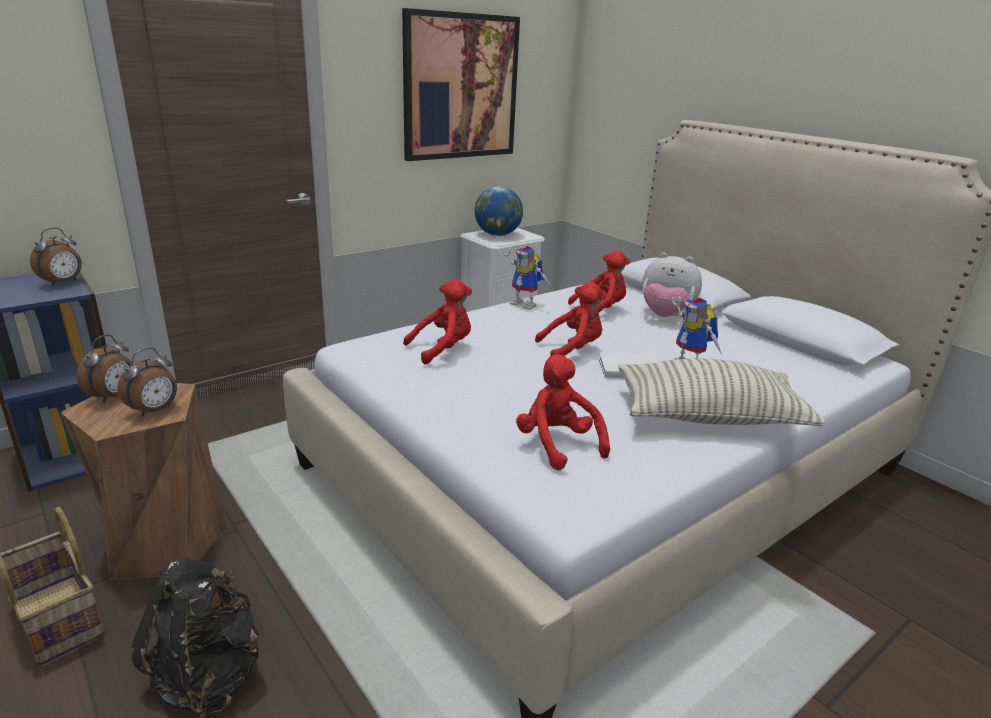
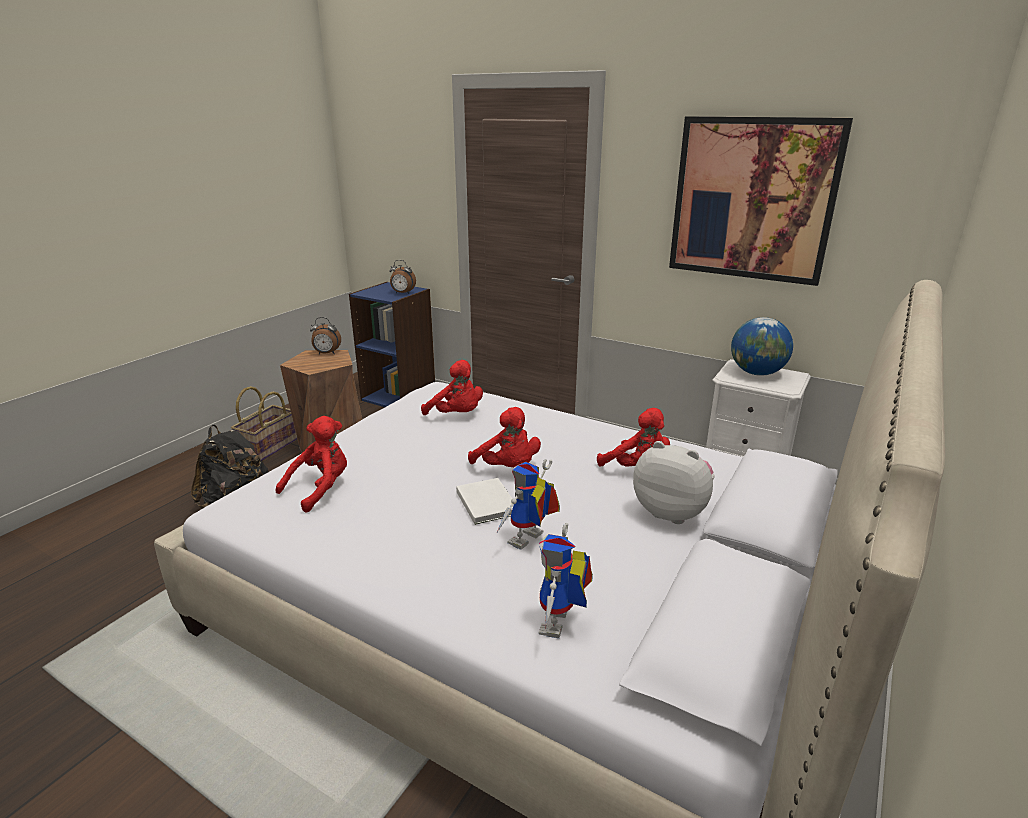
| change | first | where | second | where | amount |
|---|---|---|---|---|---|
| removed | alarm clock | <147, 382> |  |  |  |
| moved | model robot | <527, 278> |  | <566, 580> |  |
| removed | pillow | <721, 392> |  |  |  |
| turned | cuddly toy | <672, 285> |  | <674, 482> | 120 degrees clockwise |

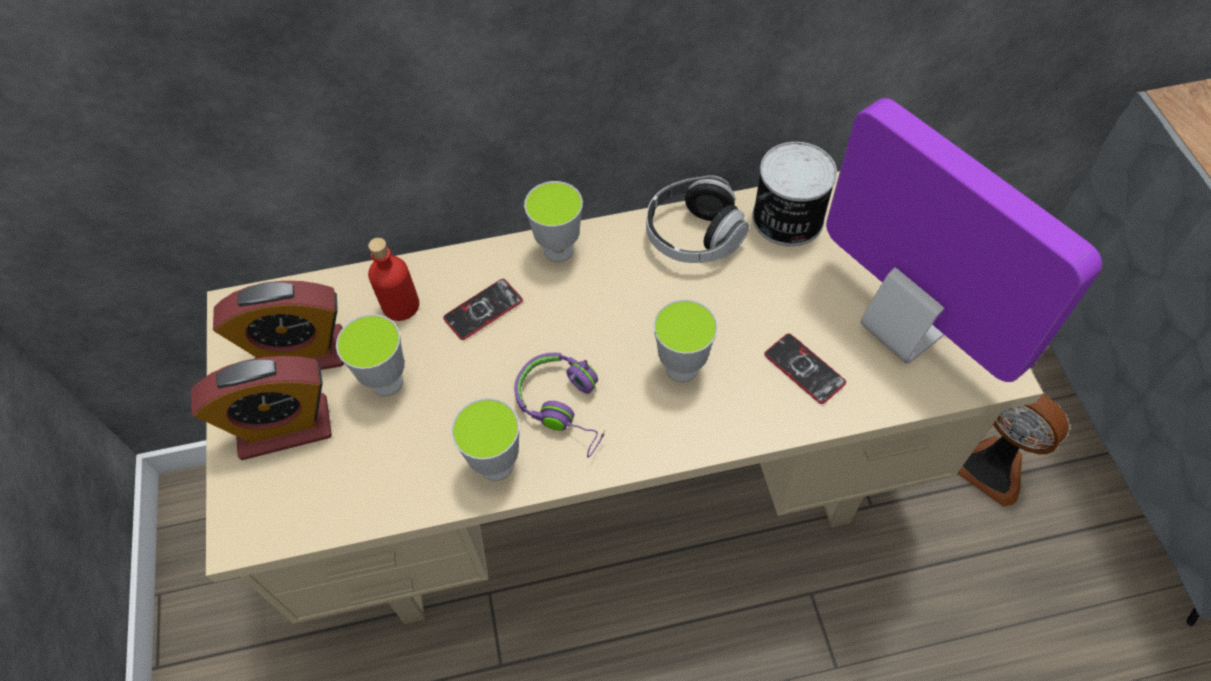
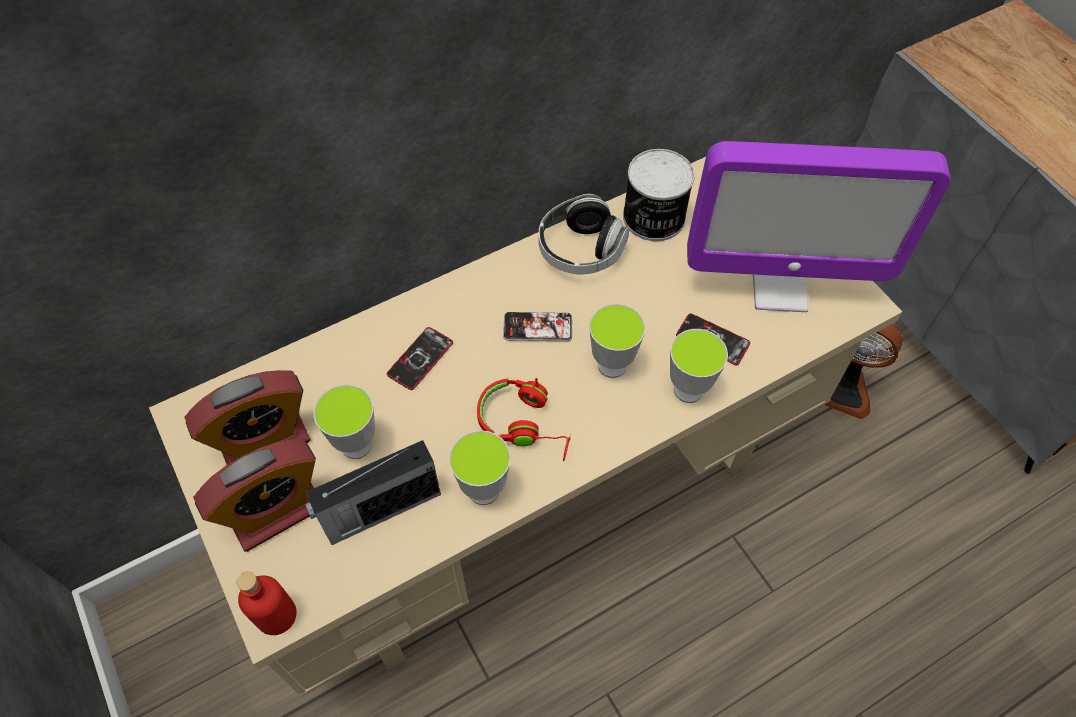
| change | first | where | second | where | amount |
|---|---|---|---|---|---|
| moved | drink bottle in red | <393, 279> |  | <266, 603> |  |
| recoloured | headset in purplish | <560, 405> | headset in red | <524, 419> |  |
| moved | drinking cup | <553, 221> |  | <699, 366> |  |
| turned | computer display | <964, 240> |  | <819, 226> | 150 degrees clockwise |
| added |  |  | radio receiver | <373, 492> |  |
| added |  |  | phone | <537, 326> |  |

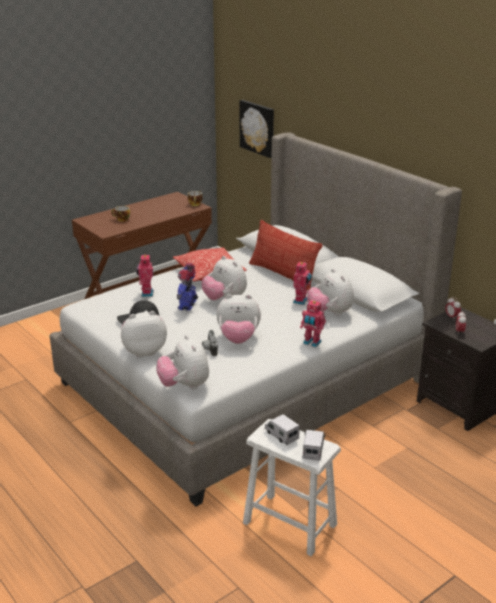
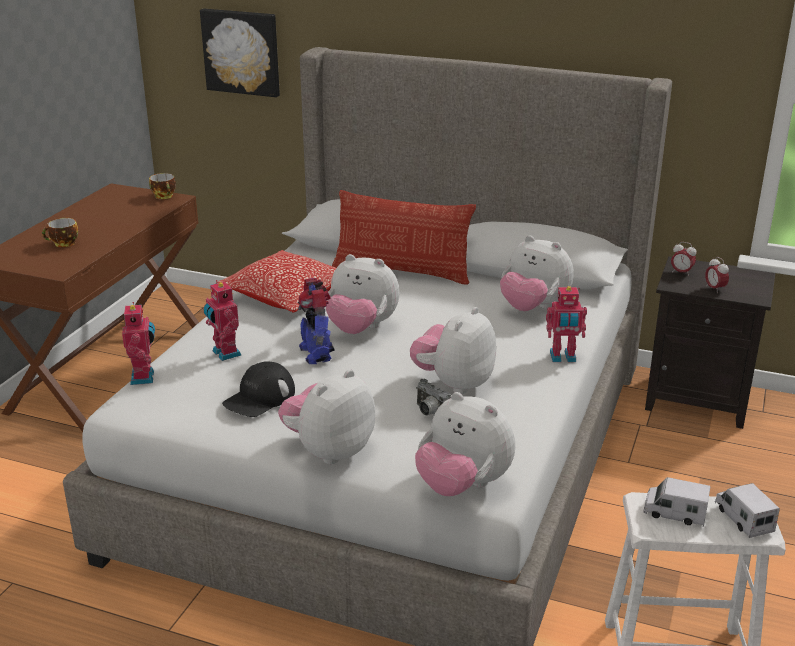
| change | first | where | second | where | amount |
|---|---|---|---|---|---|
| turned | cuddly toy | <238, 319> |  | <453, 350> | 150 degrees clockwise |
| moved | model robot | <302, 283> |  | <138, 343> |  |

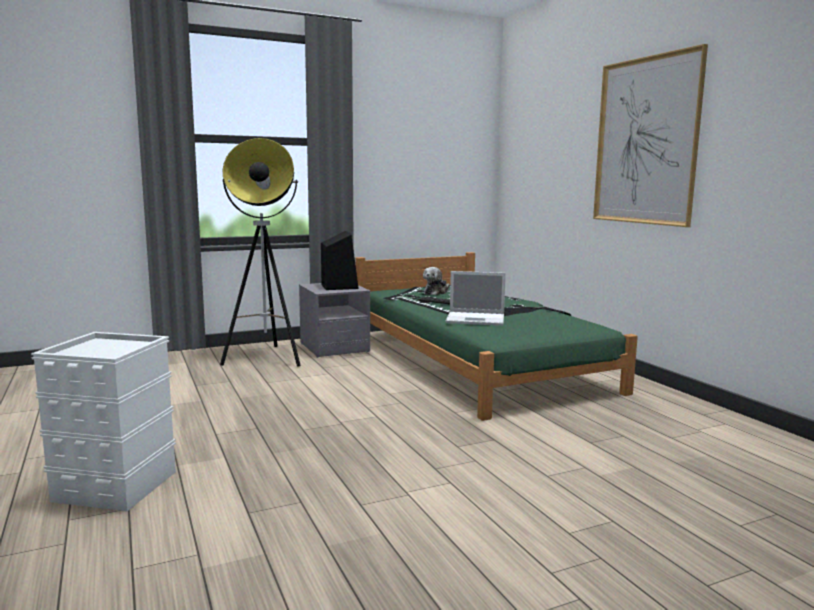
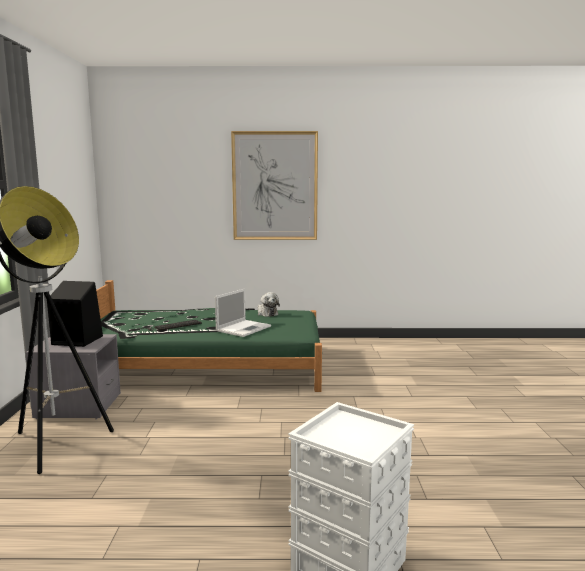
| change | first | where | second | where | amount |
|---|---|---|---|---|---|
| moved | cuddly toy | <436, 281> |  | <269, 304> |  |

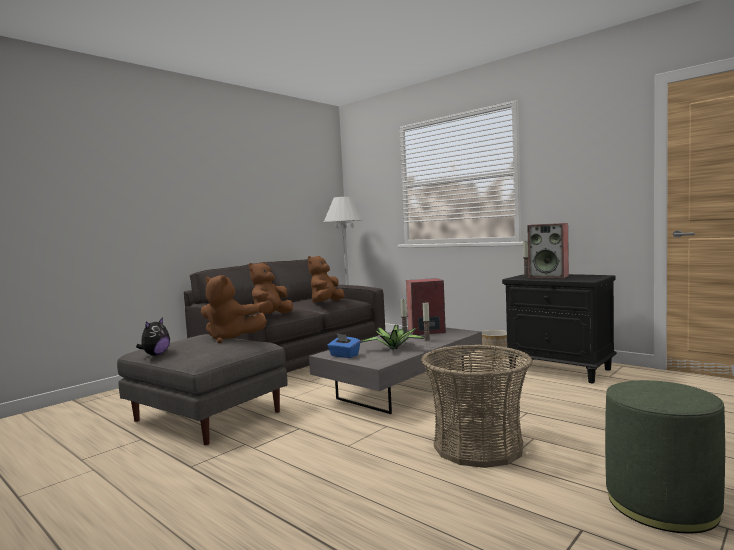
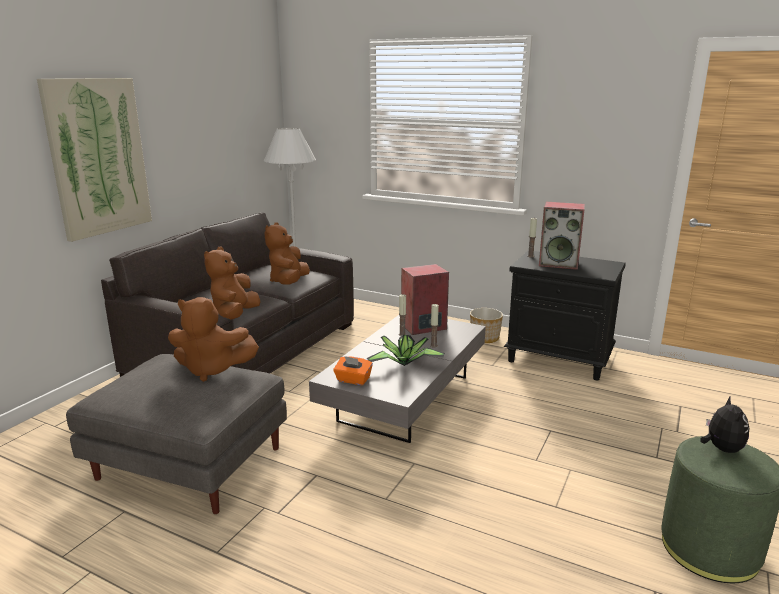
| change | first | where | second | where | amount |
|---|---|---|---|---|---|
| moved | cuddly toy | <153, 336> |  | <724, 425> |  |
| recoloured | box of tissues in bluish | <344, 346> | box of tissues in orangey | <353, 370> |  |
| removed | household basket | <477, 406> |  |  |  |
| added |  |  | wall art | <94, 160> |  |

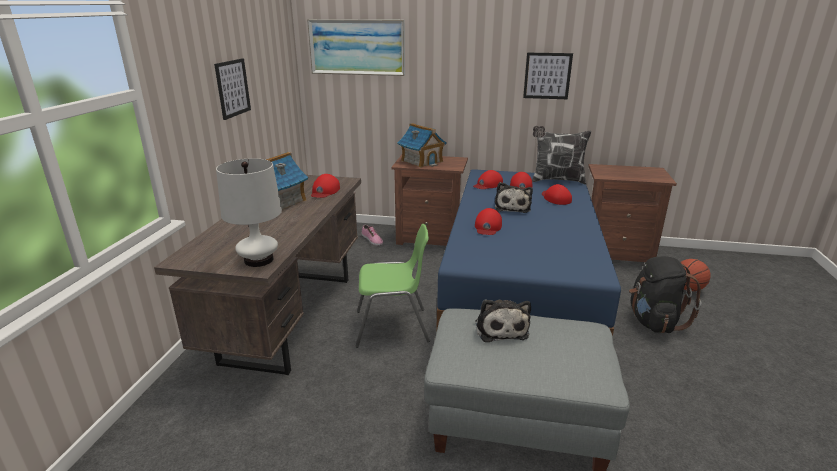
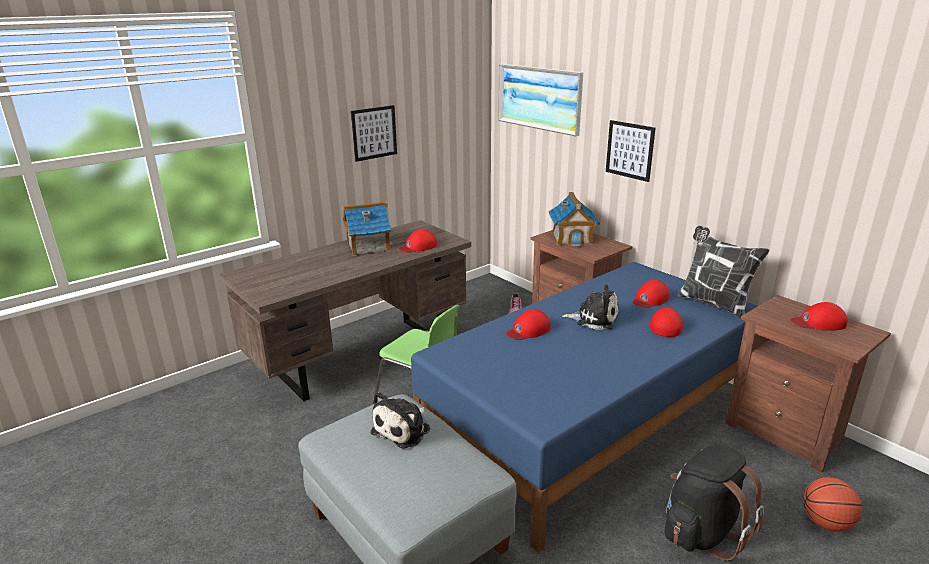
| change | first | where | second | where | amount |
|---|---|---|---|---|---|
| removed | tabletop lamp in white-coloured | <249, 212> |  |  |  |
| moved | cap in red | <488, 179> |  | <818, 316> |  |
| turned | cuddly toy | <514, 197> |  | <590, 307> | 120 degrees counterclockwise |
| moved | wall art | <548, 76> |  | <630, 151> |  |

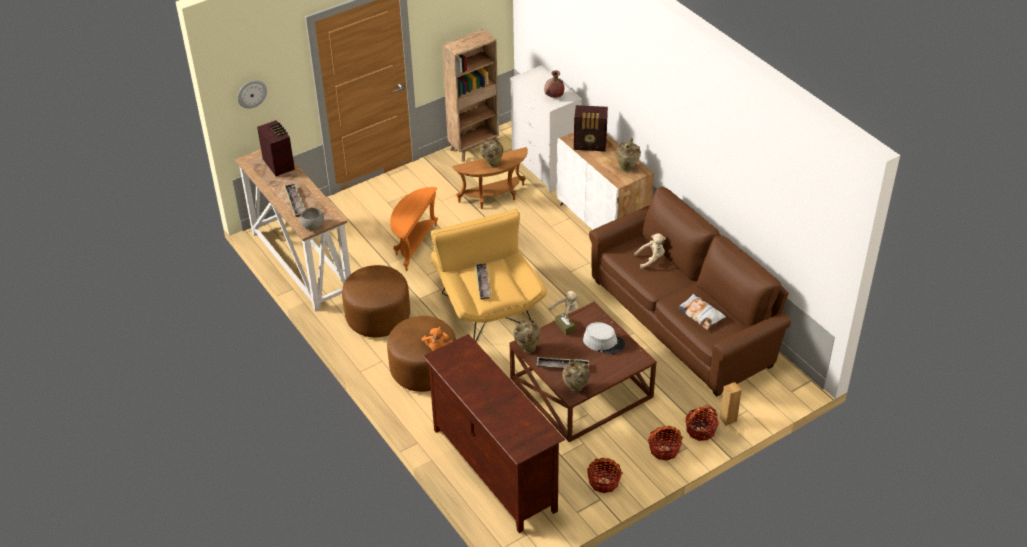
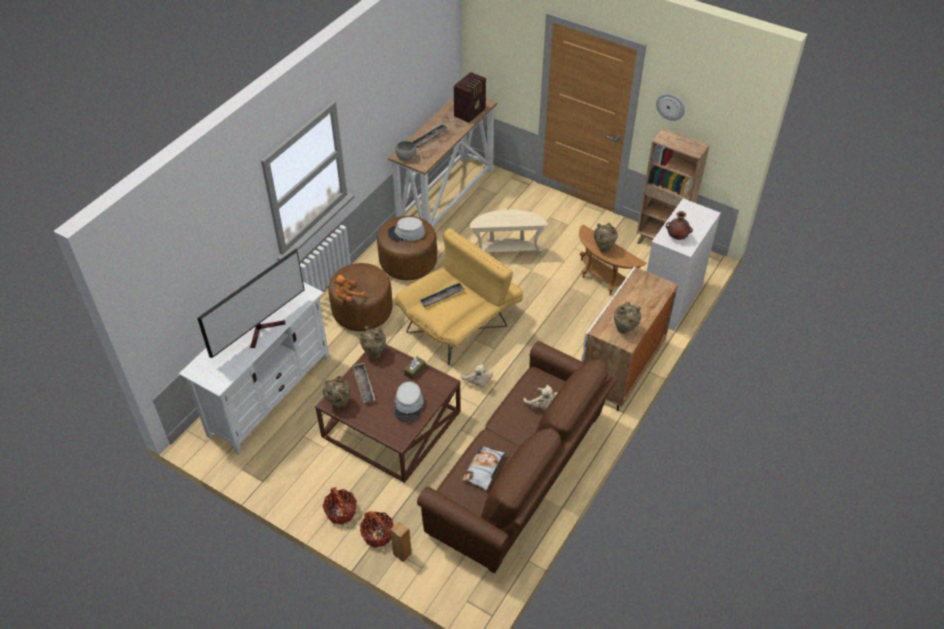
| change | first | where | second | where | amount |
|---|---|---|---|---|---|
| moved | wall clock | <252, 94> |  | <670, 107> |  |
| recoloured | end table in orangey | <414, 229> | end table in beige-coloured | <508, 233> |  |
| recoloured | tv unit in brown | <493, 433> | tv unit in white-coloured | <254, 368> |  |
| removed | radio receiver | <591, 128> |  |  |  |
| removed | household basket | <605, 475> |  |  |  |
| added |  |  | TV set | <250, 303> |  |
| added |  |  | wearable hat in greyish | <406, 229> |  |

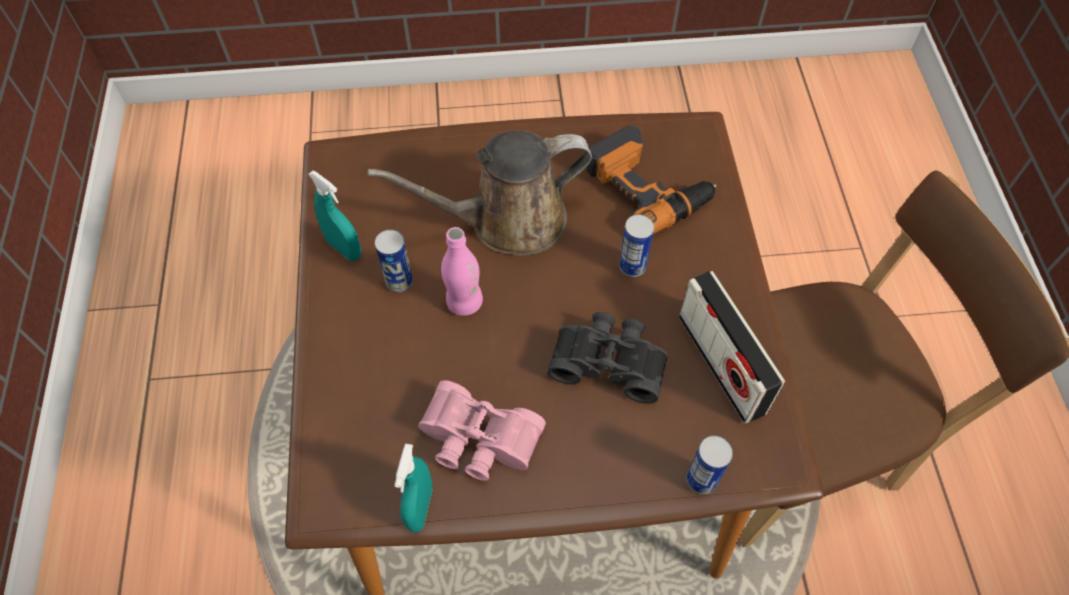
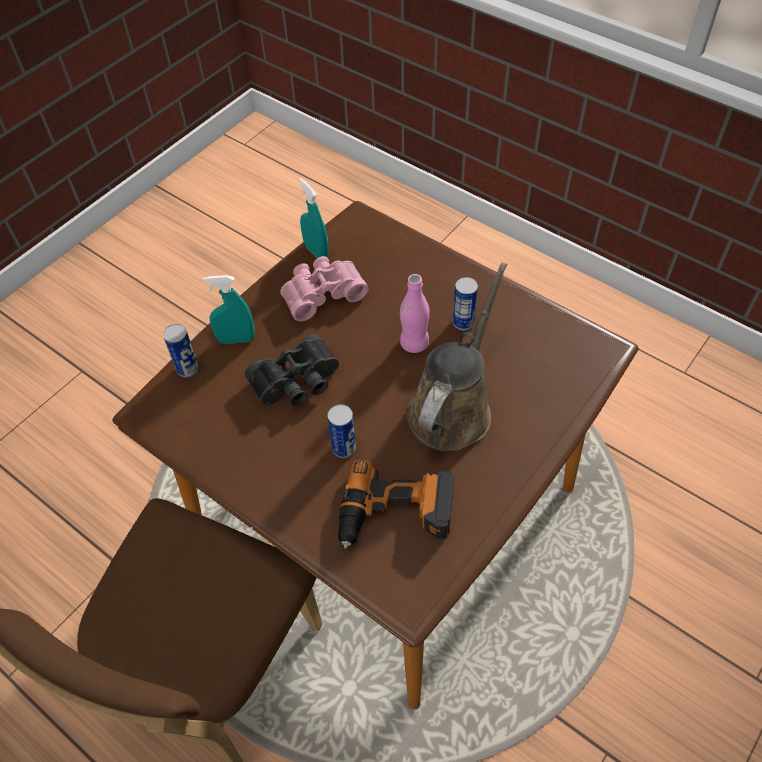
| change | first | where | second | where | amount |
|---|---|---|---|---|---|
| moved | sprayer in blue-green | <334, 215> |  | <229, 309> |  |
| removed | radio receiver | <732, 347> |  |  |  |

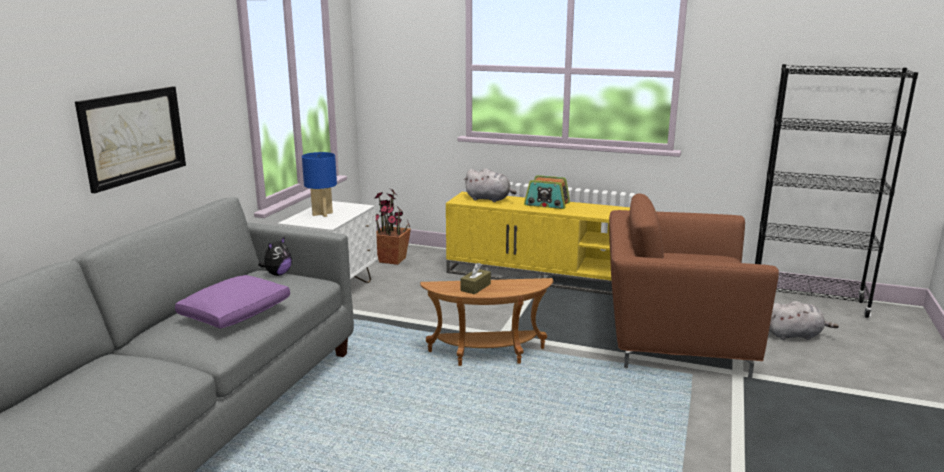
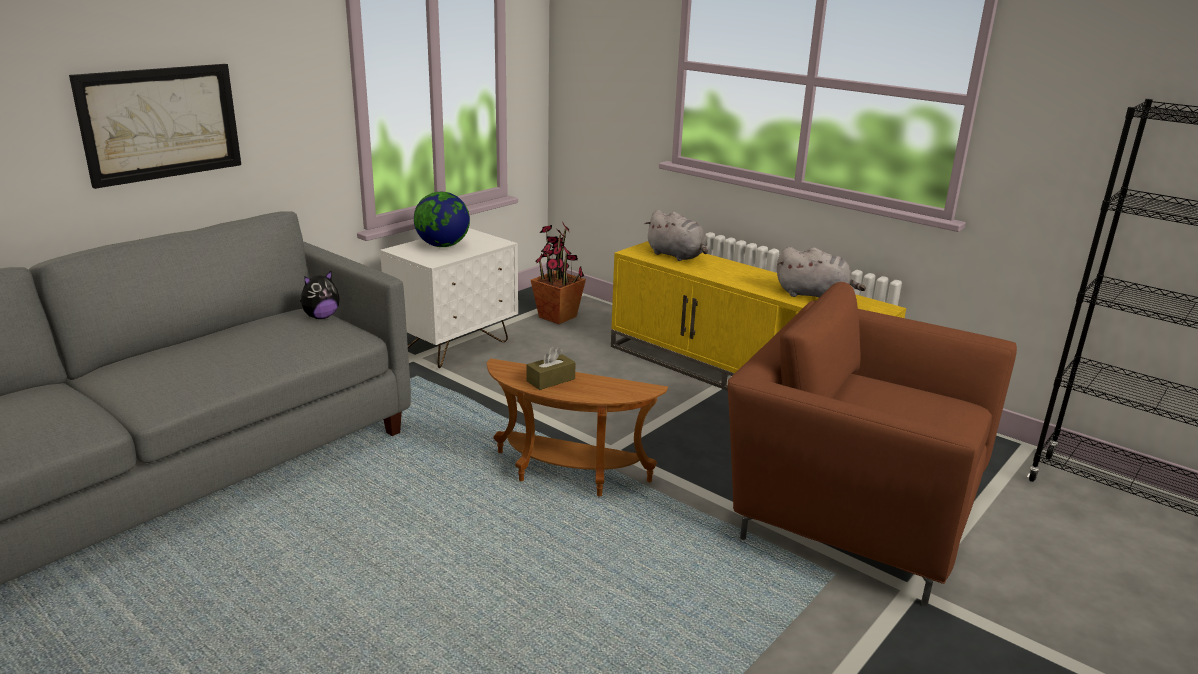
| change | first | where | second | where | amount |
|---|---|---|---|---|---|
| removed | pillow in purplish | <232, 301> |  |  |  |
| replaced | tabletop lamp in bluish | <319, 184> | desk globe | <442, 219> |  |
| removed | radio receiver | <547, 192> |  |  |  |
| moved | cuddly toy in greyish | <804, 320> |  | <821, 272> |  |

